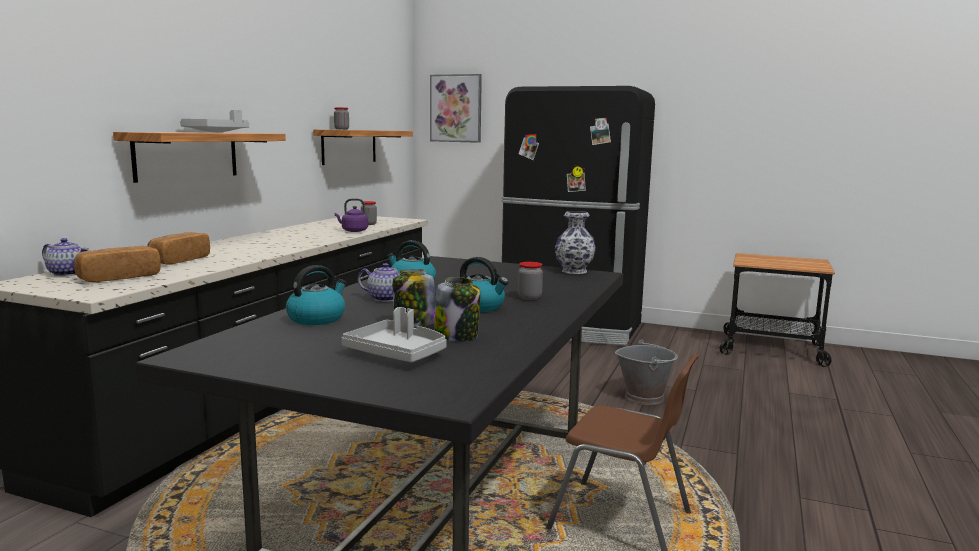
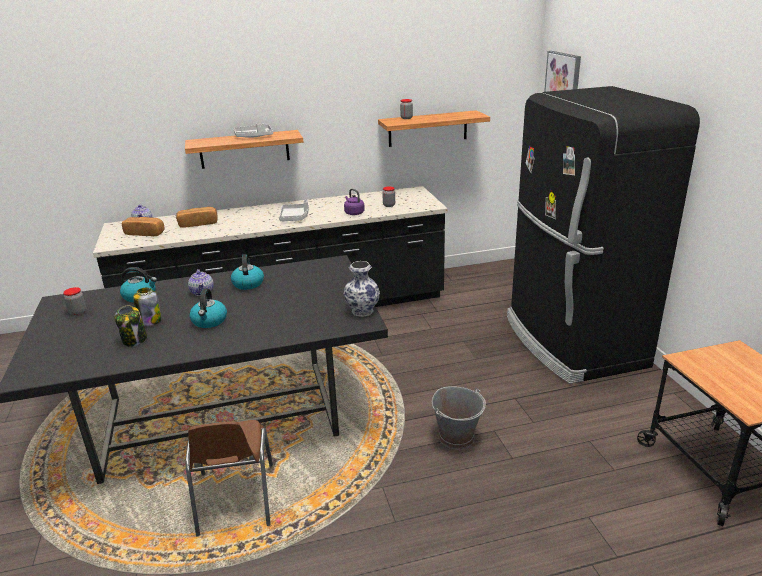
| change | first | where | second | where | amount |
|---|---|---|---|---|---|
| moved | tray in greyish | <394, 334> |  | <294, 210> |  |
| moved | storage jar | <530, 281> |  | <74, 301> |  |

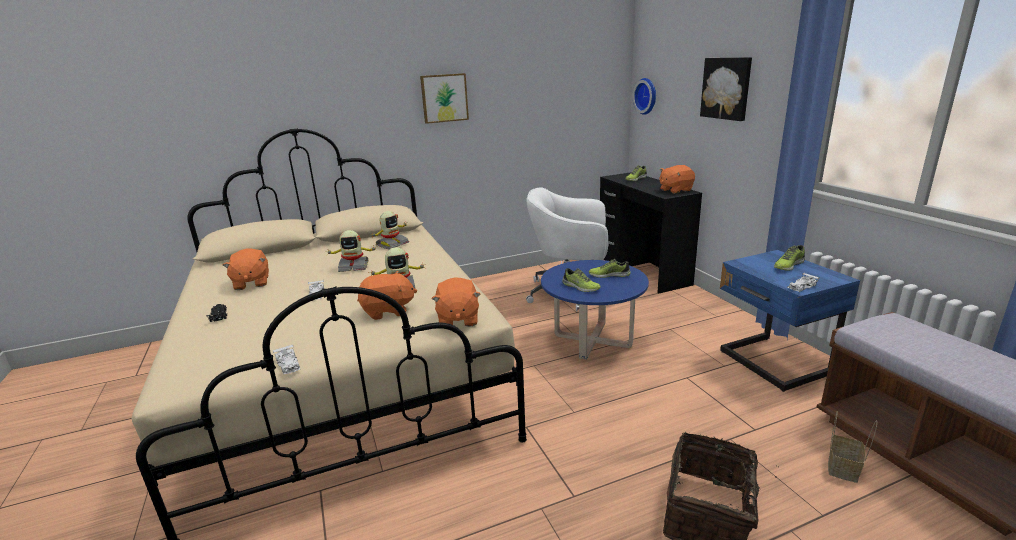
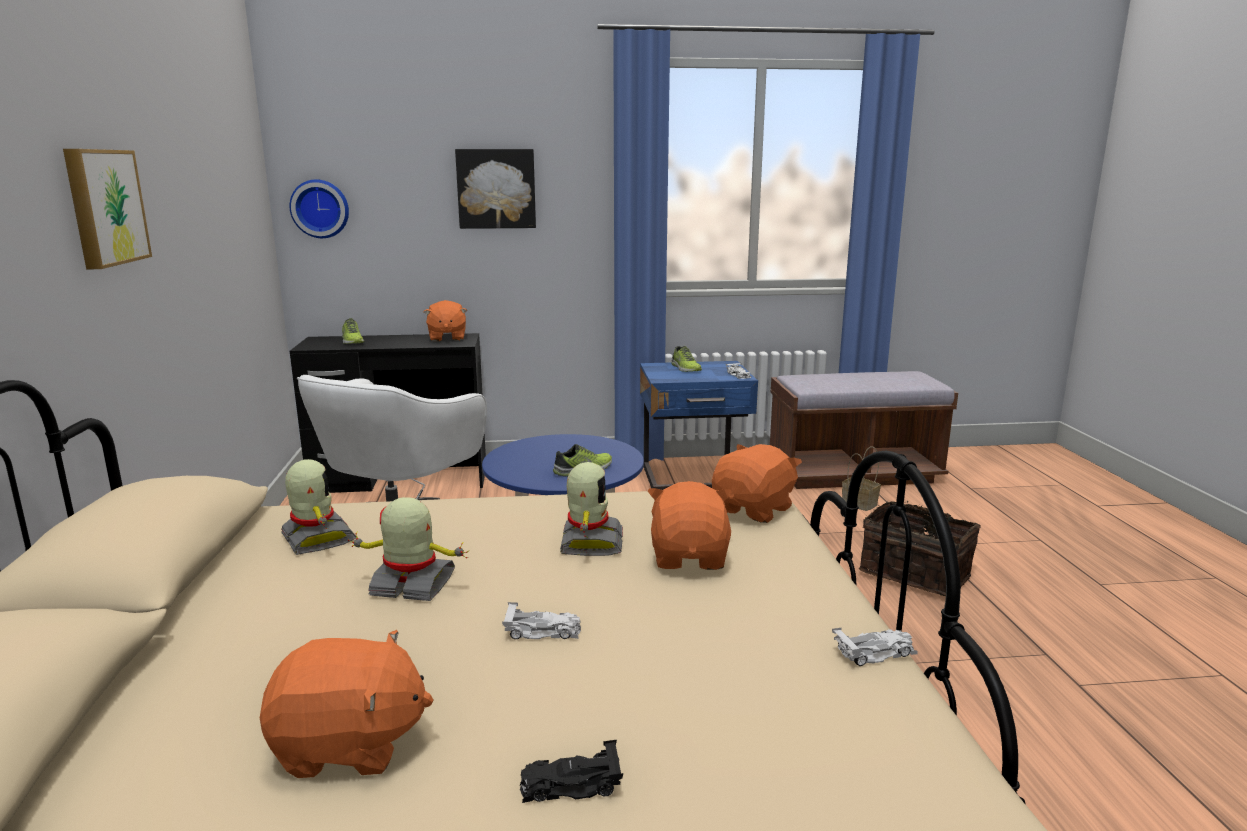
| change | first | where | second | where | amount |
|---|---|---|---|---|---|
| turned | model robot | <351, 251> |  | <408, 549> | 90 degrees counterclockwise |
| turned | cuddly toy in orangey | <456, 302> |  | <757, 483> | 60 degrees counterclockwise |
| removed | shoe | <610, 268> |  |  |  |

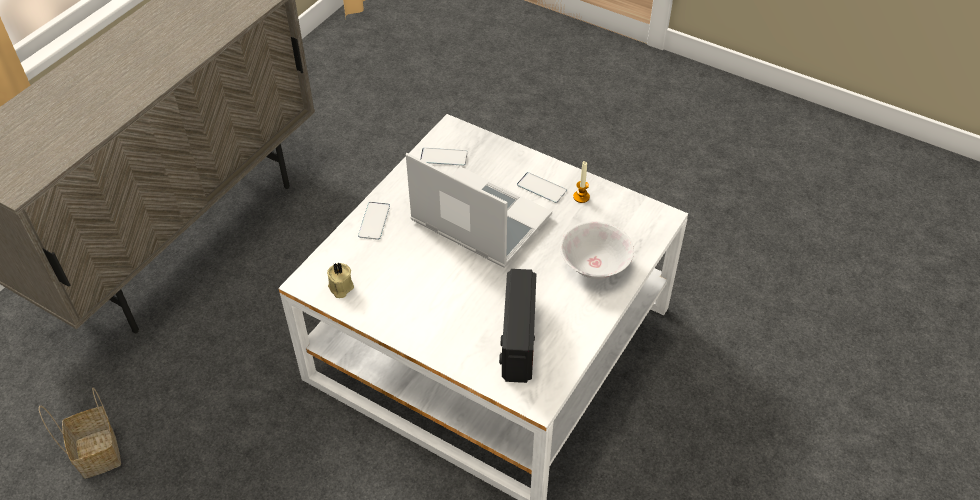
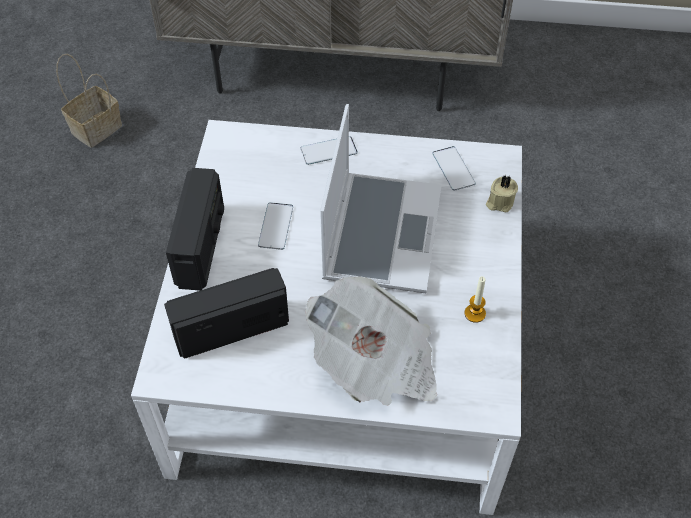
| change | first | where | second | where | amount |
|---|---|---|---|---|---|
| moved | candle in beige-coloured | <340, 280> |  | <502, 193> |  |
| moved | phone | <542, 187> |  | <275, 226> |  |
| replaced | bowl in white-coloured | <597, 250> | daily paper | <371, 341> |  |
| added |  |  | radio receiver | <195, 229> |  |

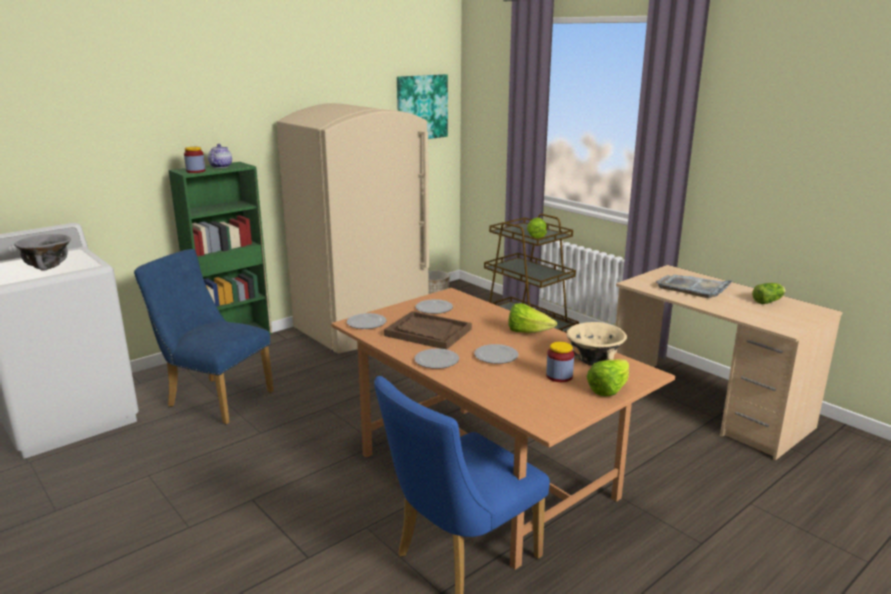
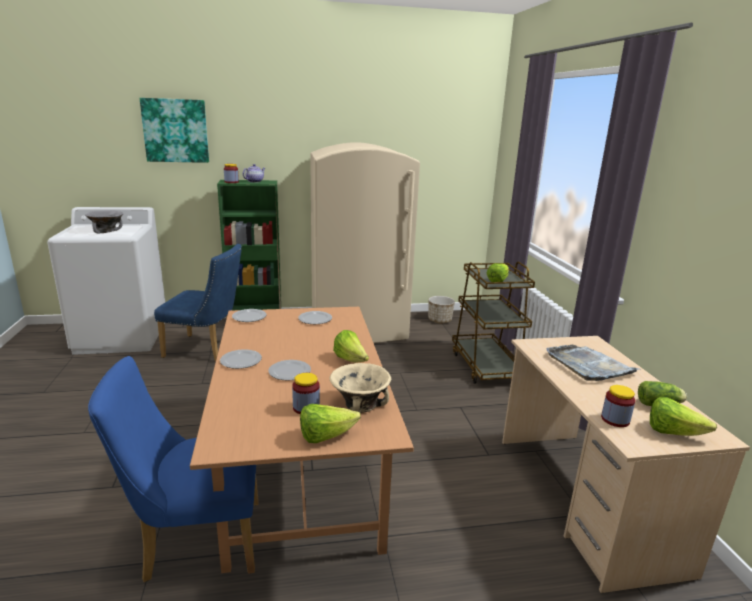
| change | first | where | second | where | amount |
|---|---|---|---|---|---|
| turned | upright chair in bluish | <204, 336> |  | <198, 302> | 135 degrees clockwise |
| removed | tray in brown | <428, 330> |  |  |  |
| moved | wall art | <422, 106> |  | <174, 130> |  |
| added |  |  | storage jar | <618, 406> |  |
| added |  |  | lettuce head | <683, 416> |  |

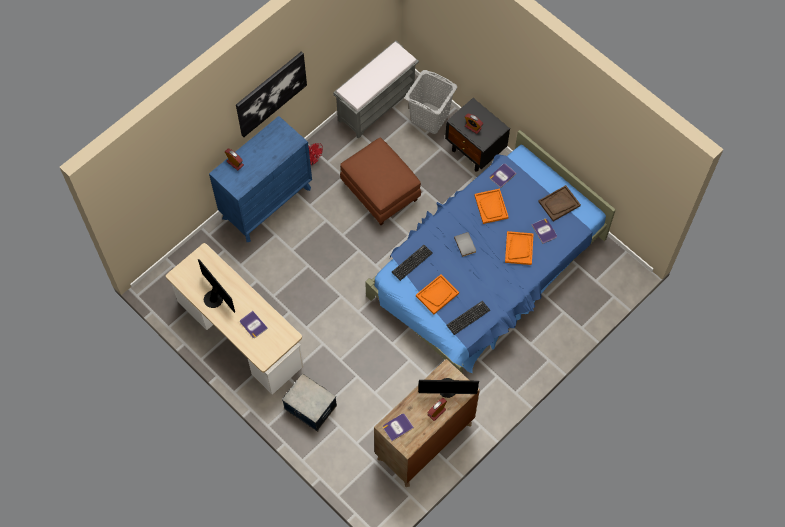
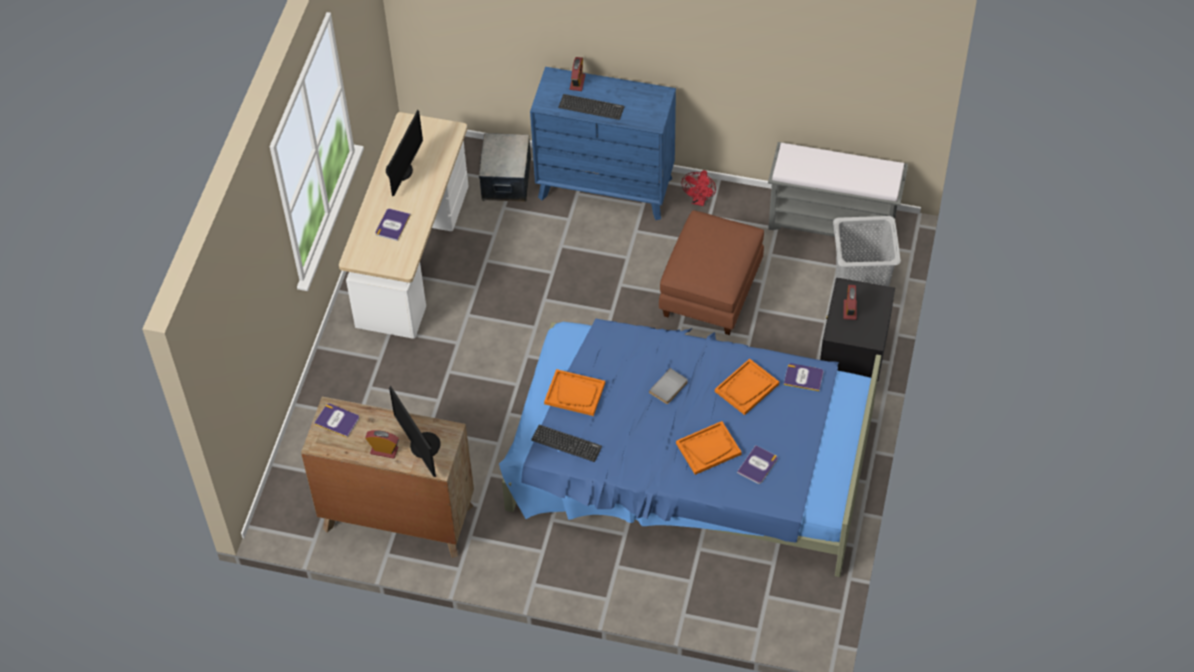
| change | first | where | second | where | amount |
|---|---|---|---|---|---|
| removed | wall art | <271, 94> |  |  |  |
| moved | storage box | <309, 402> |  | <505, 167> |  |
| moved | keyboard | <412, 263> |  | <591, 107> |  |
| removed | tray in brown | <559, 203> |  |  |  |

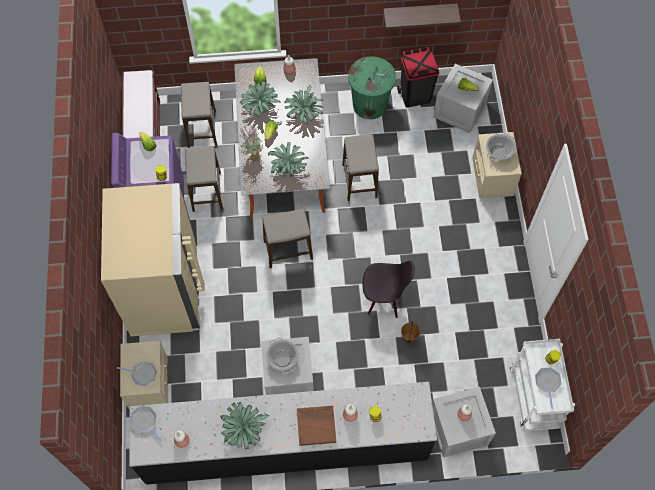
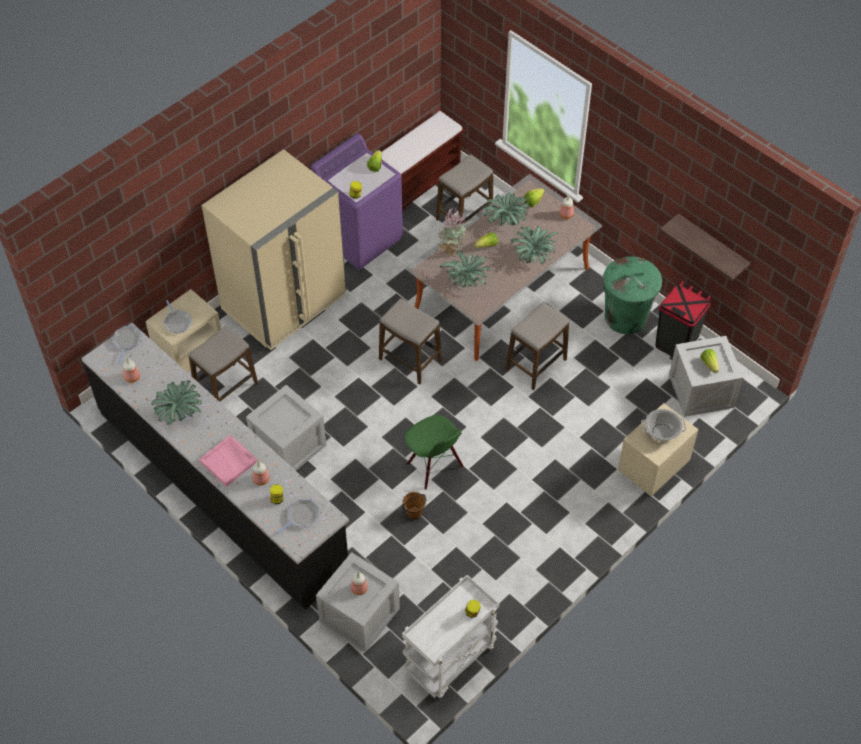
| change | first | where | second | where | amount |
|---|---|---|---|---|---|
| moved | sitting stool | <204, 179> |  | <223, 364> |  |
| removed | stockpot | <282, 355> |  |  |  |
| recoloured | tray in brown | <316, 426> | tray in pink | <228, 461> |  |
| recoloured | upright chair in blackish | <388, 289> | upright chair in green | <434, 452> |  |
| moved | frying pan | <548, 388> |  | <297, 517> |  |

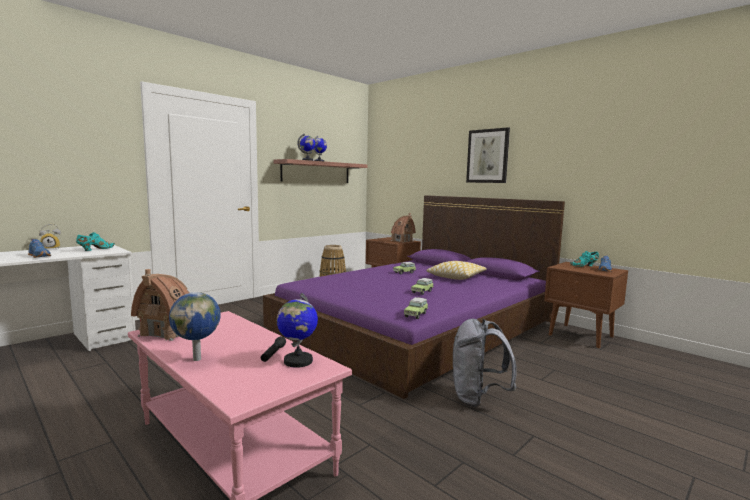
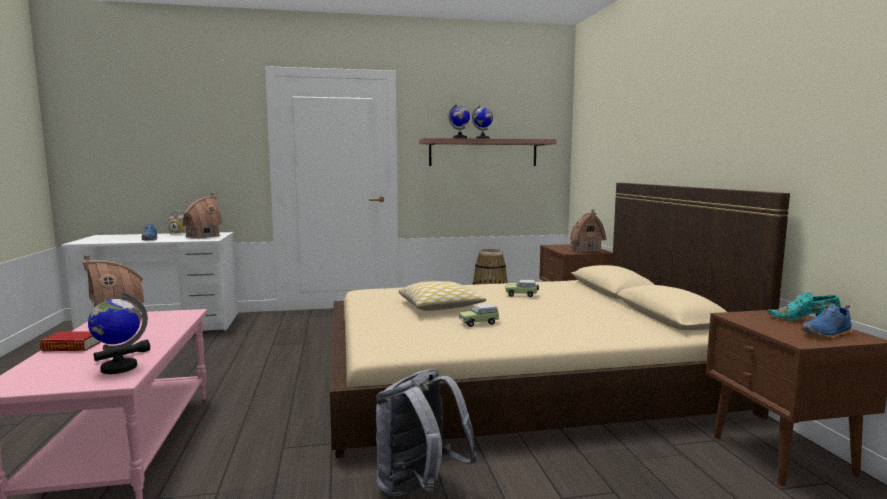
| change | first | where | second | where | amount |
|---|---|---|---|---|---|
| replaced | shoe in blue-green | <95, 241> | miniature house | <202, 216> |  |
| replaced | desk globe | <195, 326> | volume | <70, 341> |  |
| recoloured | sleeping bed in purplish | <414, 297> | sleeping bed in beige-coloured | <560, 320> |  |
| removed | toy car | <416, 308> |  |  |  |
| moved | pillow | <456, 270> |  | <442, 296> |  |
| removed | wall art | <488, 155> |  |  |  |

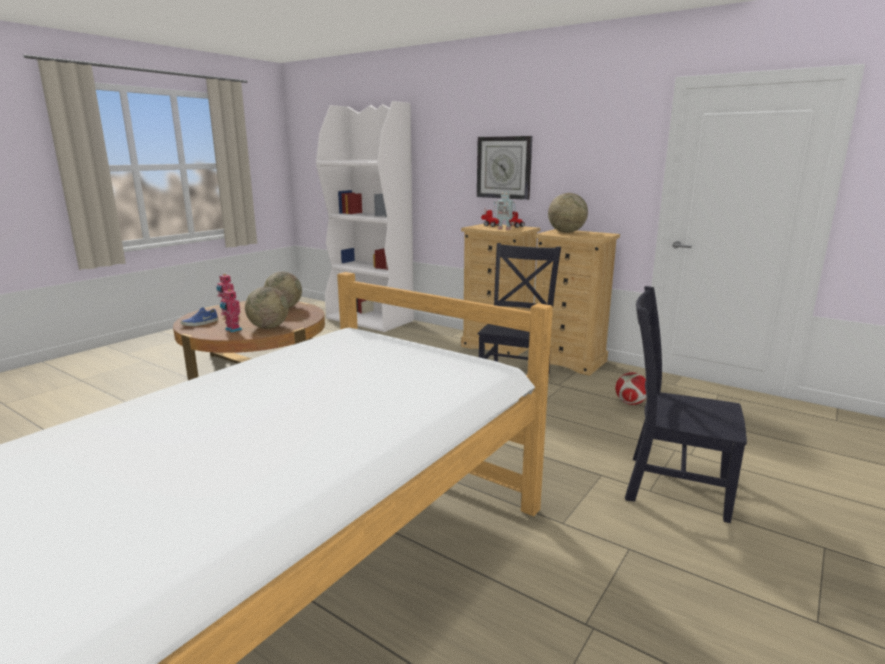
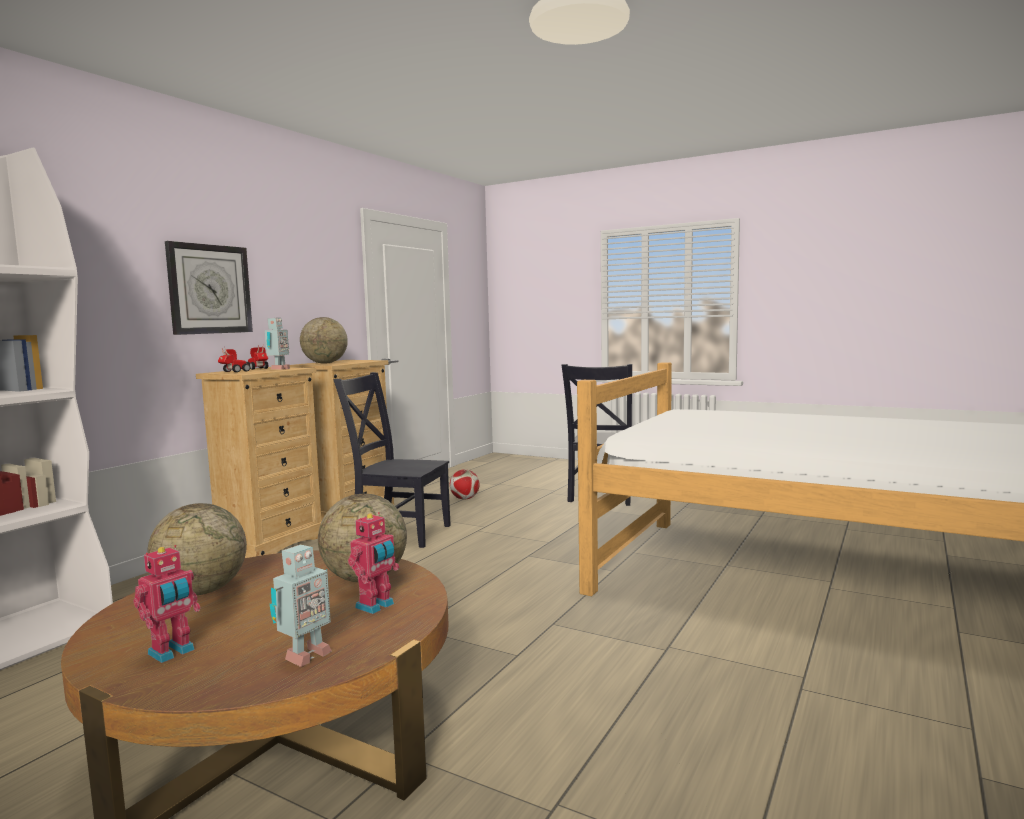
| change | first | where | second | where | amount |
|---|---|---|---|---|---|
| replaced | shoe in bluish | <199, 316> | model robot | <301, 605> |  |

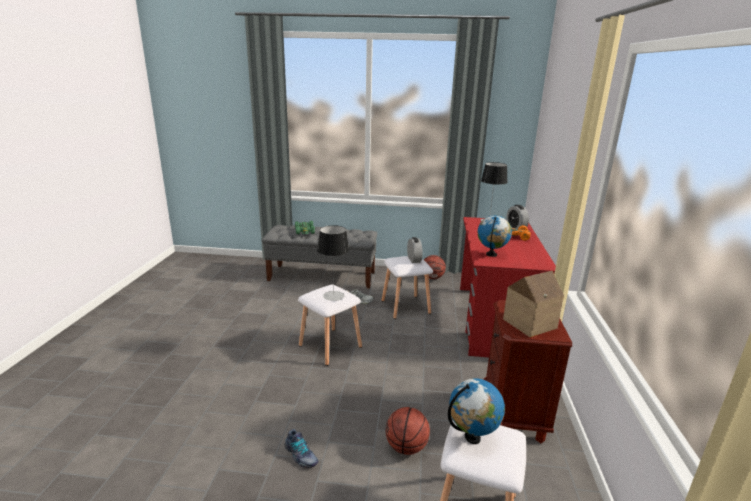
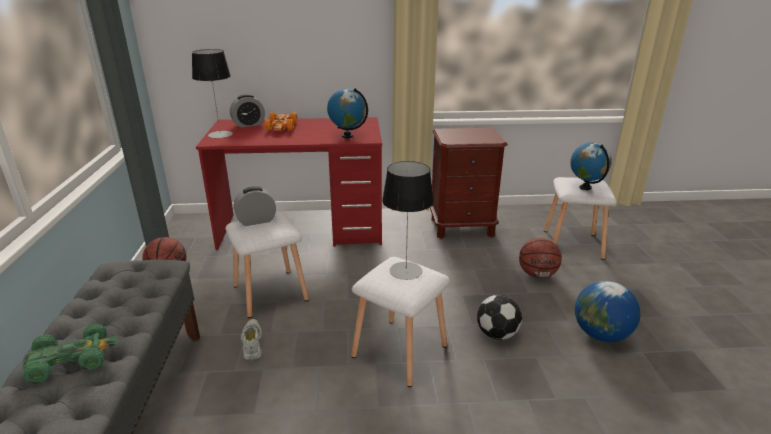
| change | first | where | second | where | amount |
|---|---|---|---|---|---|
| replaced | shoe | <301, 448> | desk globe | <608, 311> |  |
| removed | miniature house | <533, 304> |  |  |  |
| added |  |  | football ball | <499, 317> |  |

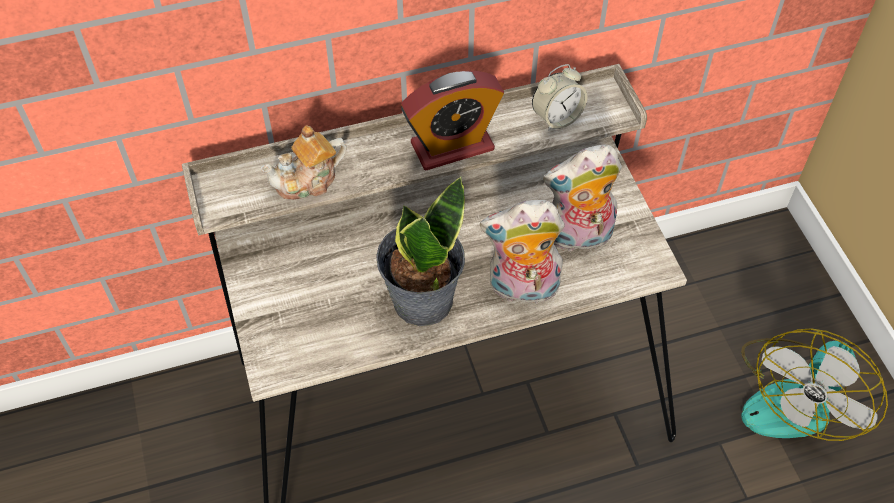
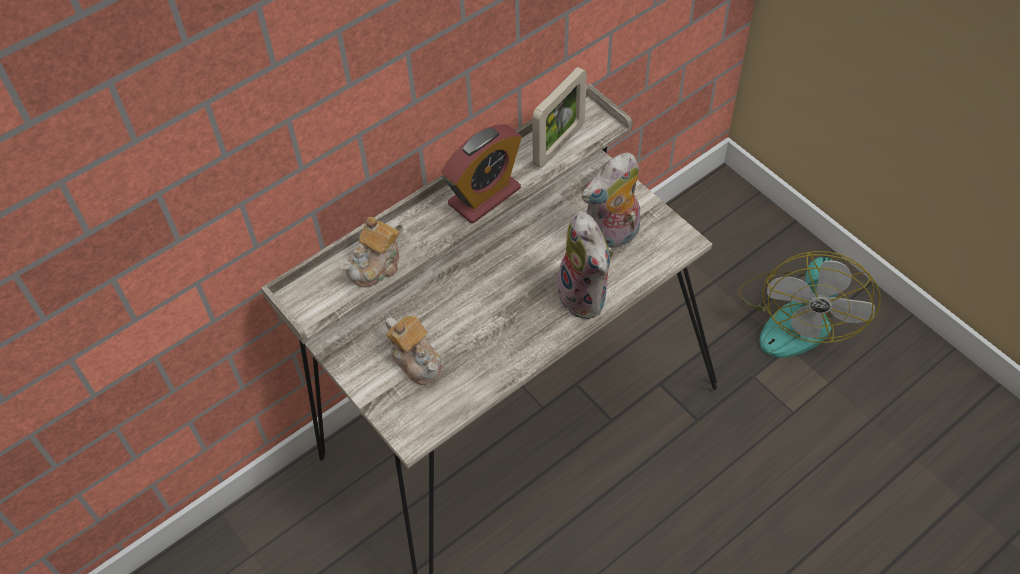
| change | first | where | second | where | amount |
|---|---|---|---|---|---|
| removed | houseplant | <420, 251> |  |  |  |
| turned | cuddly toy | <522, 252> |  | <585, 265> | 90 degrees counterclockwise |
| replaced | alarm clock | <560, 97> | picture frame | <559, 117> |  |
| added |  |  | tea pot | <414, 350> |  |

